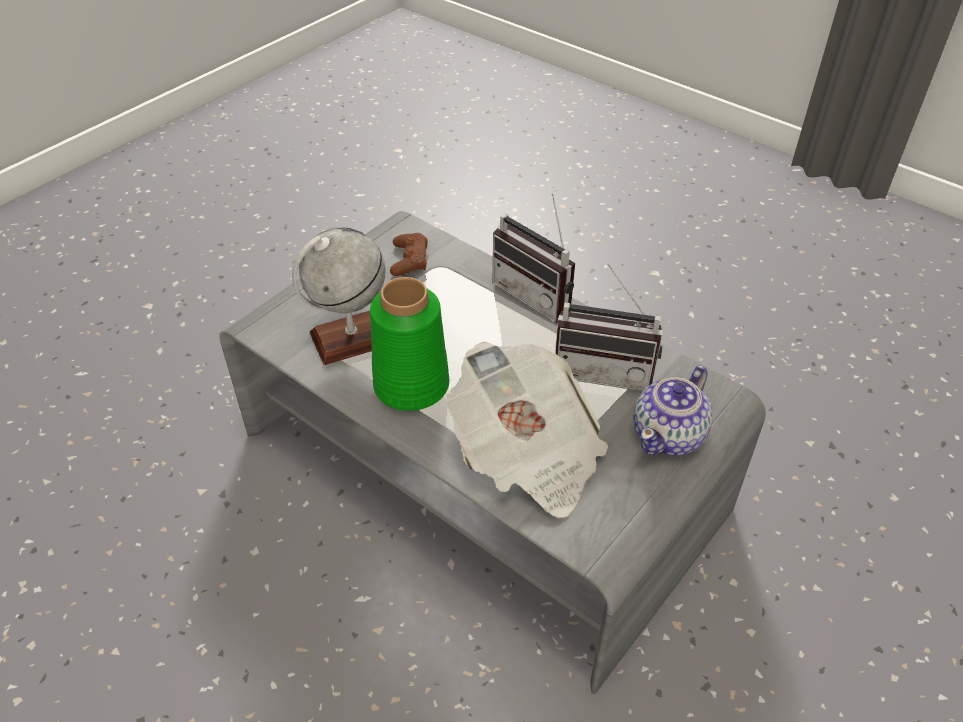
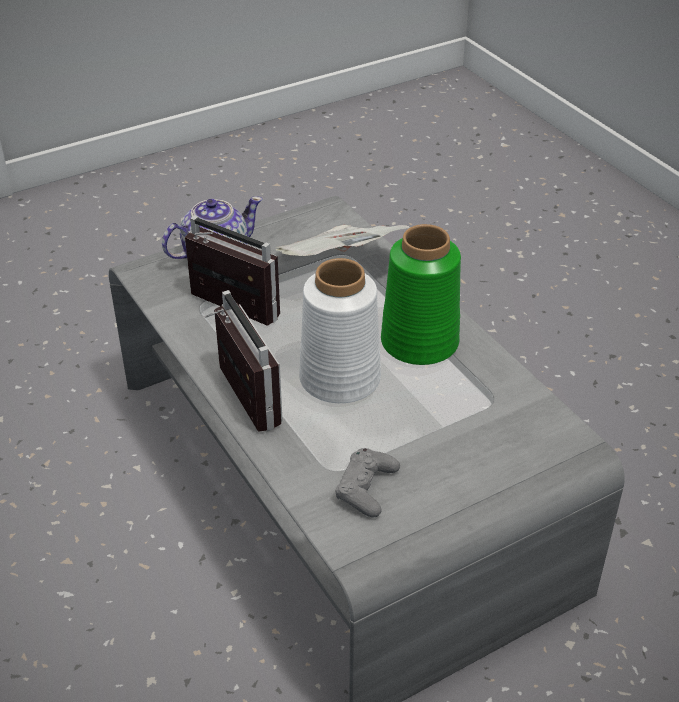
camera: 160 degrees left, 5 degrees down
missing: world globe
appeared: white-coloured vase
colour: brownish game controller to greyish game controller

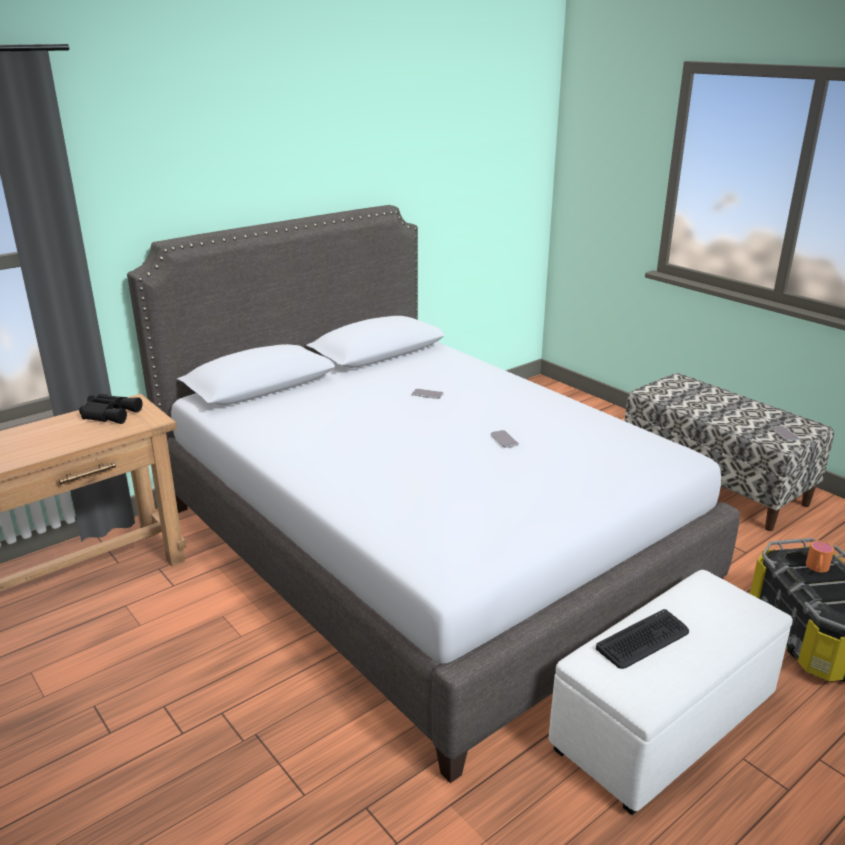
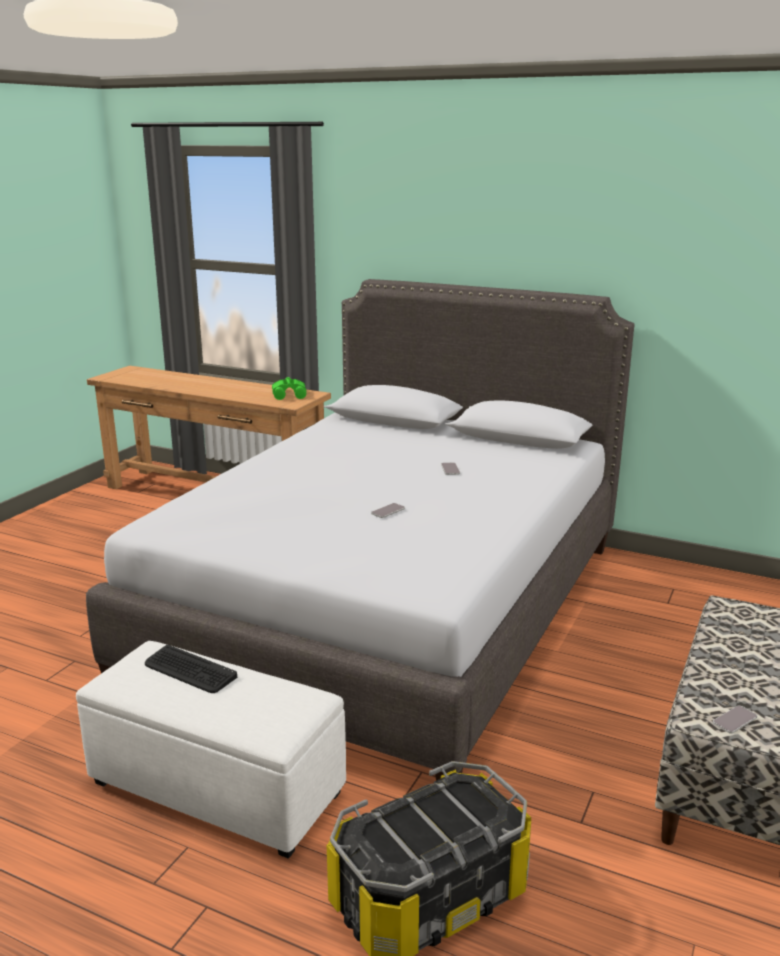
camera: 65 degrees right, 5 degrees down
missing: orange mug
colour: black field glasses to greenish field glasses

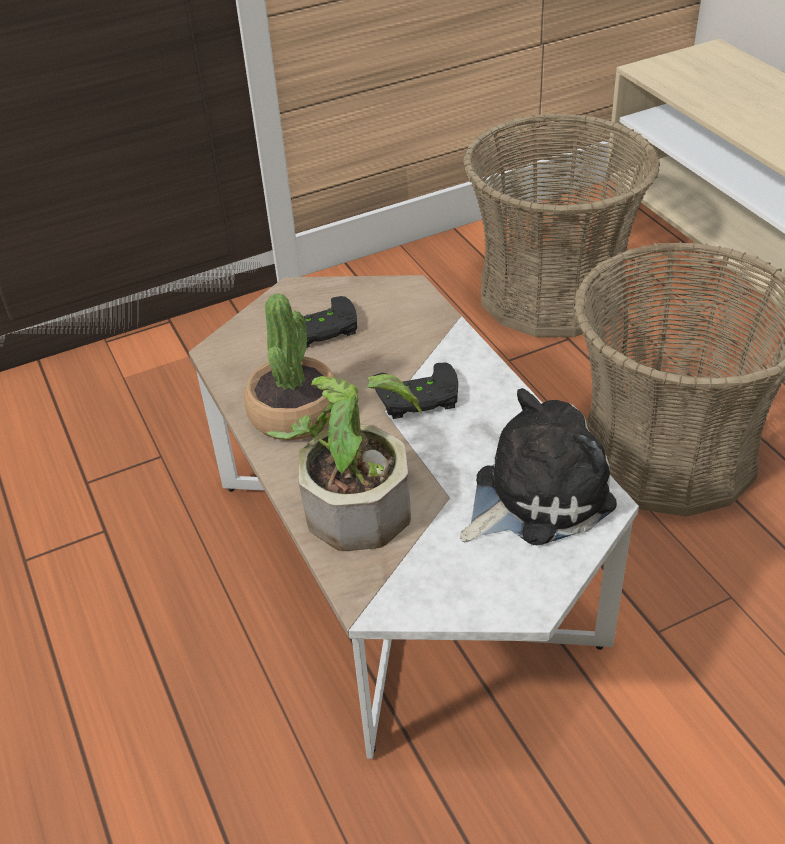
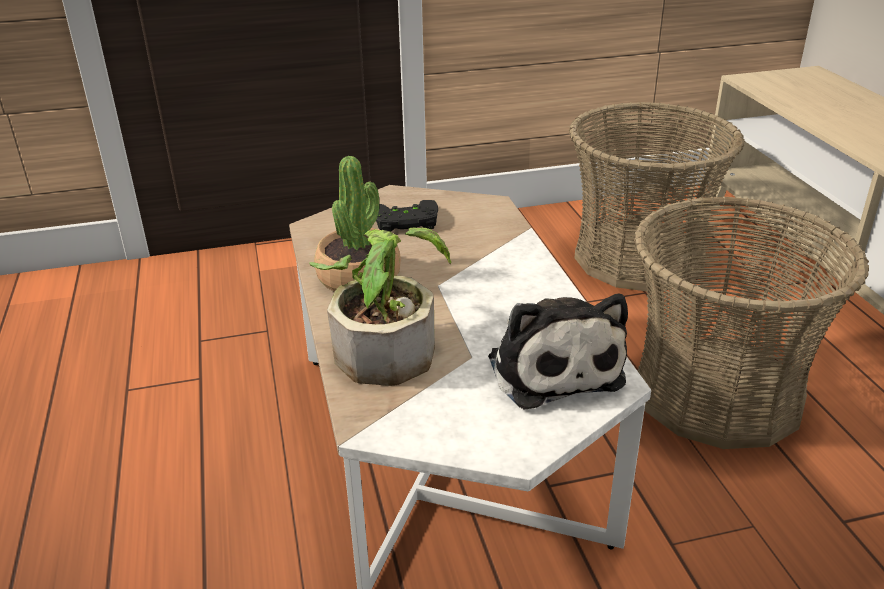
camera: 10 degrees right, 10 degrees down
missing: black game controller (no. 2 from left)
spun: cuddly toy 90 degrees clockwise

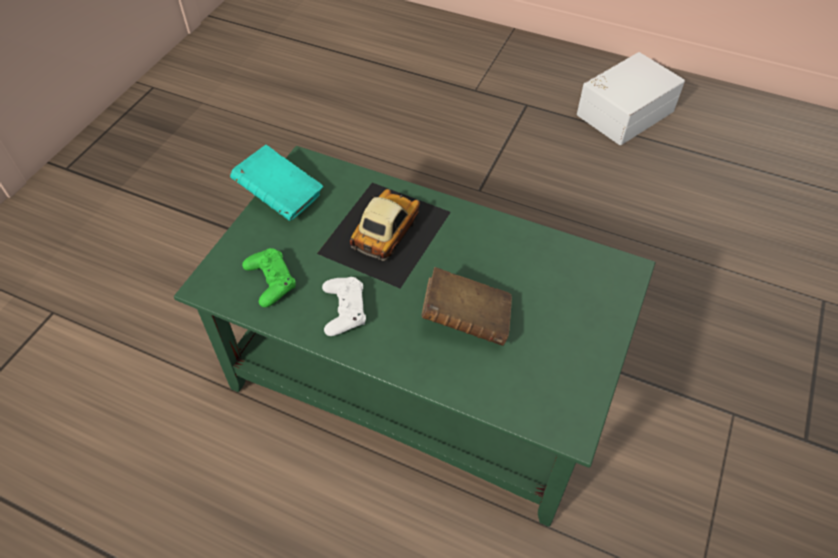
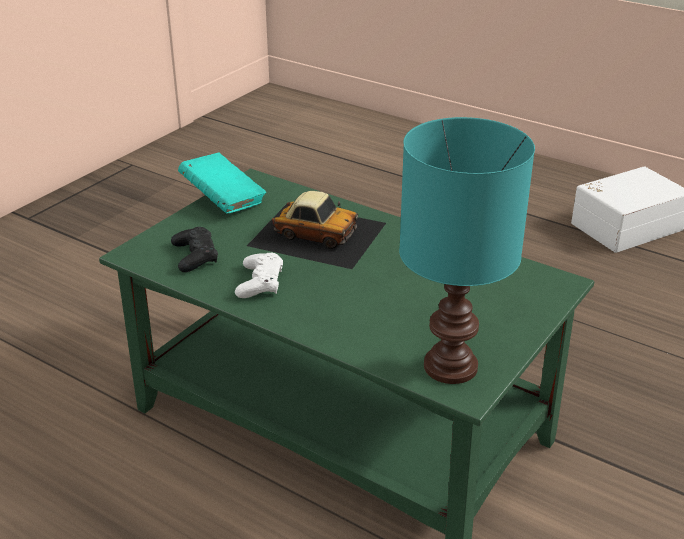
camera: 10 degrees right, 20 degrees down
missing: brownish book
appeared: turquoise lamp for a table
colour: greenish game controller to black game controller
spun: toy car 75 degrees clockwise

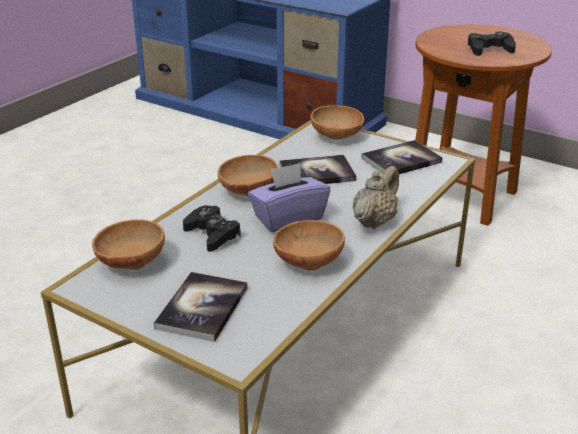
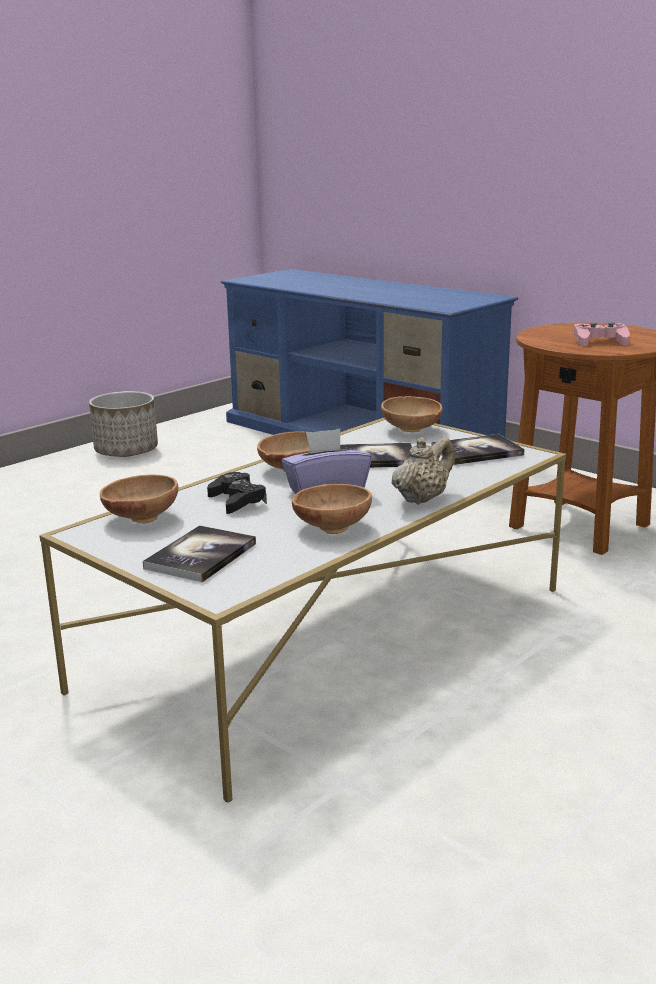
camera: 10 degrees right, 10 degrees down
appeared: flower pot
colour: black game controller (no. 2 from left) to pink-coloured game controller

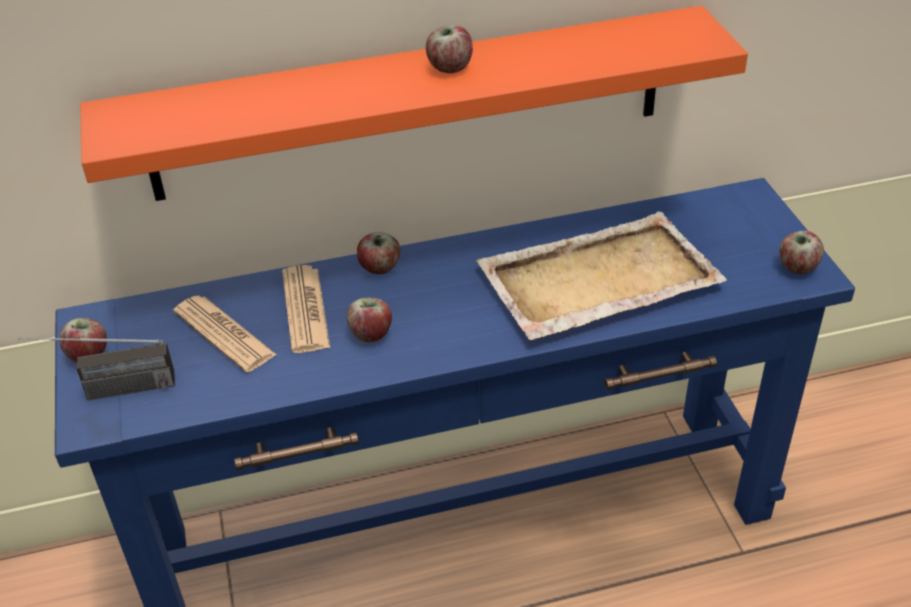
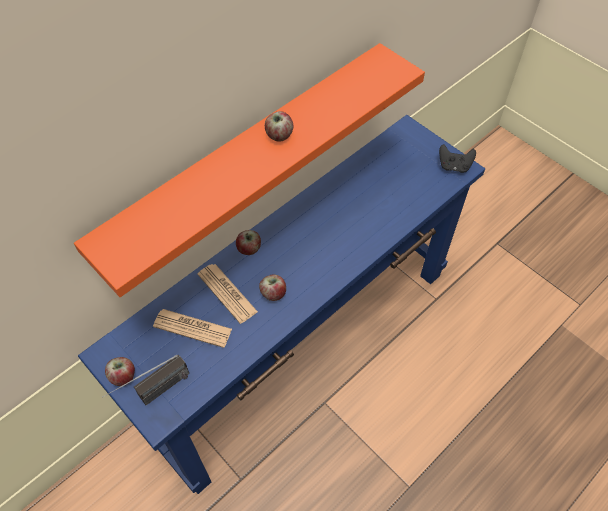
camera: 30 degrees left, 15 degrees up
missing: beige-coloured serving tray
exchanged: whole apple (no. 5 from left) to black game controller

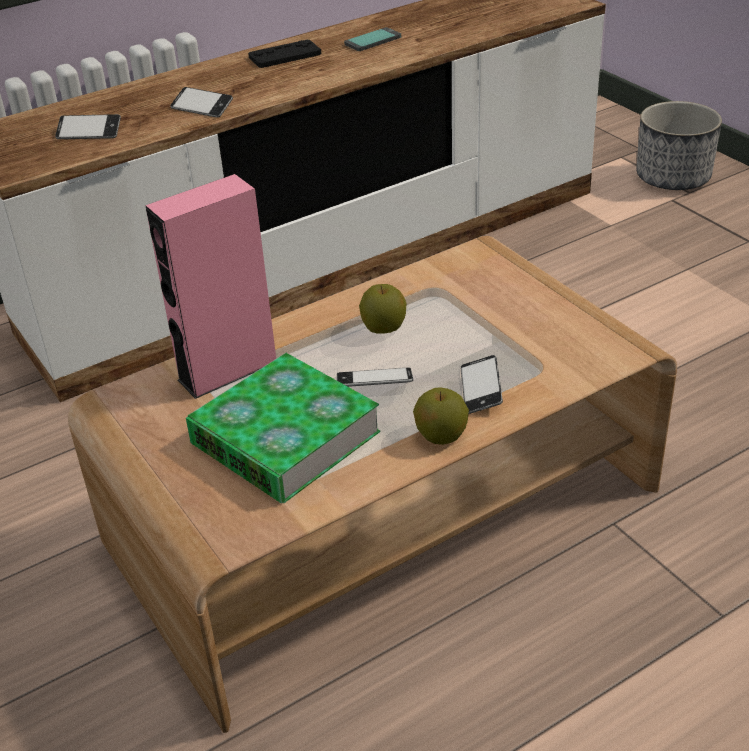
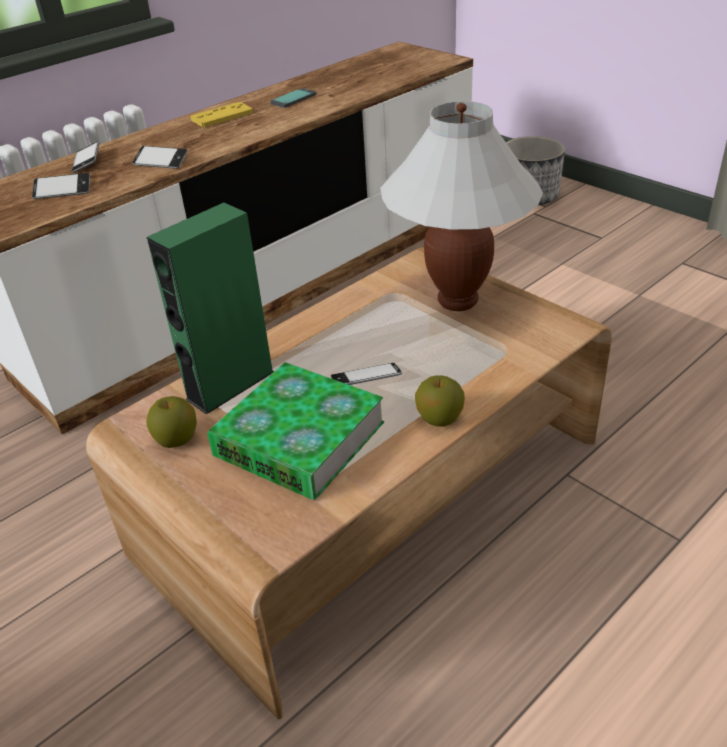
camera: 10 degrees left, 0 degrees up
appeared: white-coloured lamp for a table
relocated: whole apple (no. 1 from left); telephone (no. 5 from left in the first image) to telephone (no. 2 from left)
colour: pink-coloured audio speaker to greenish audio speaker; black game controller to yellow game controller

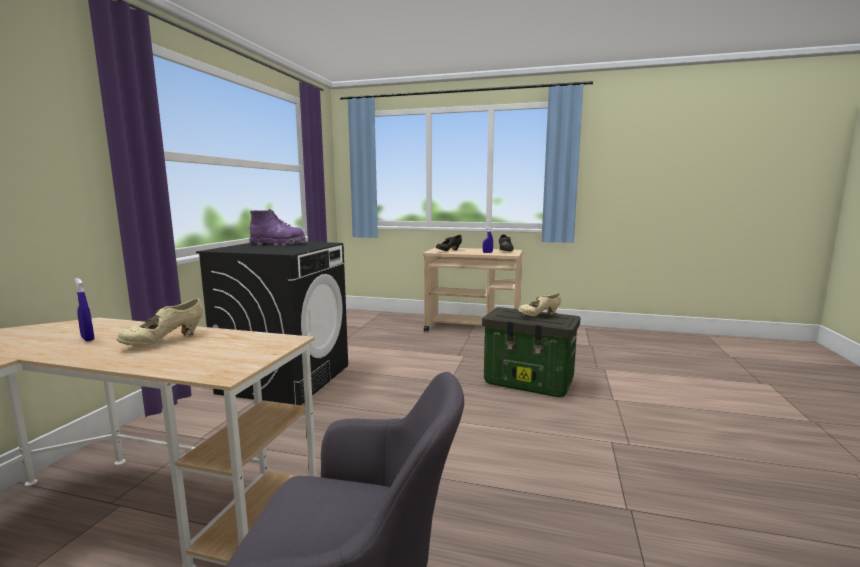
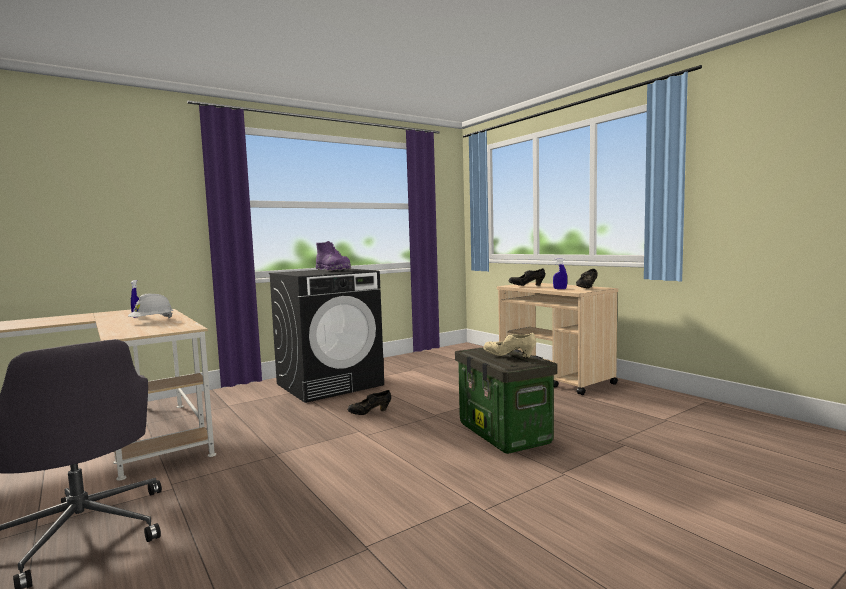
camera: 40 degrees right, 5 degrees down
appeared: black low shoe (no. 1 from left)
exchanged: beige-coloured low shoe (no. 1 from left) to white-coloured hard hat

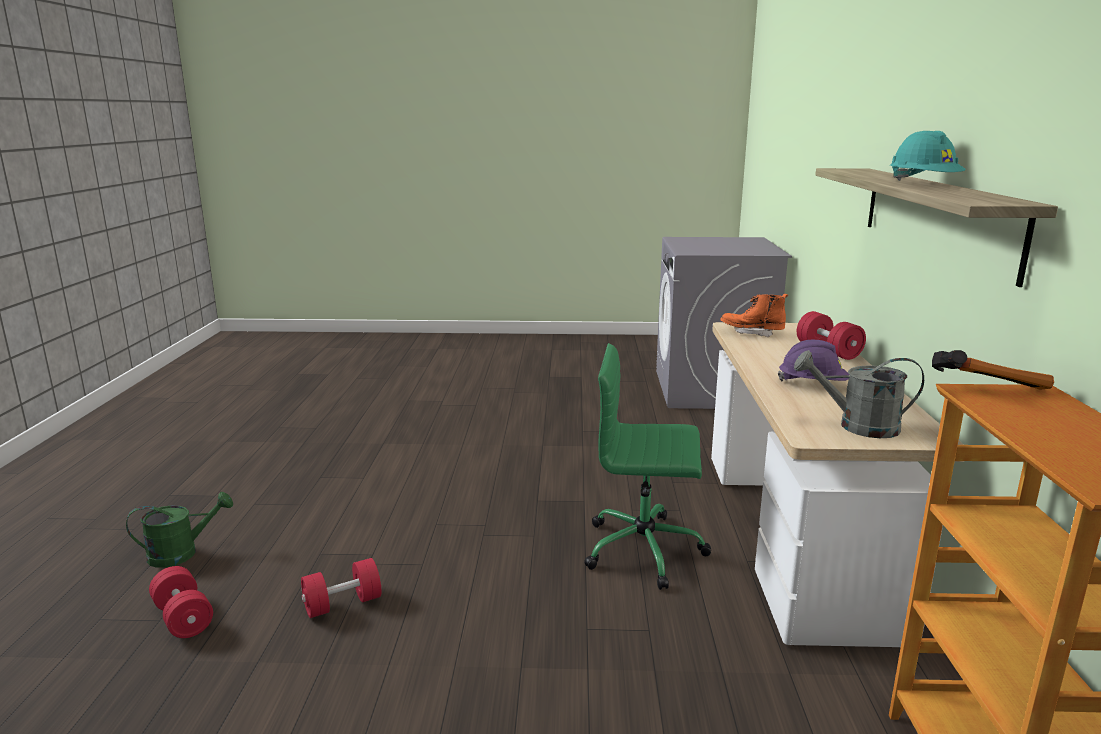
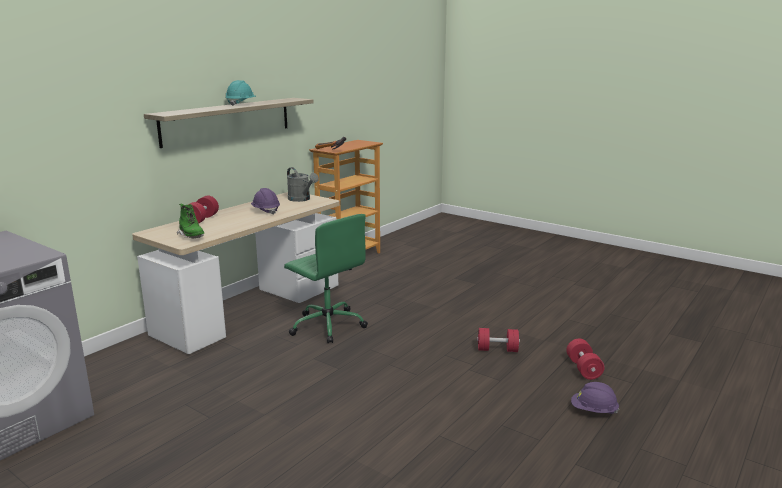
camera: 145 degrees left, 0 degrees up
exchanged: greenish watering pot to purple-coloured hard hat (no. 2 from left)
colour: orange high-top boot to greenish high-top boot

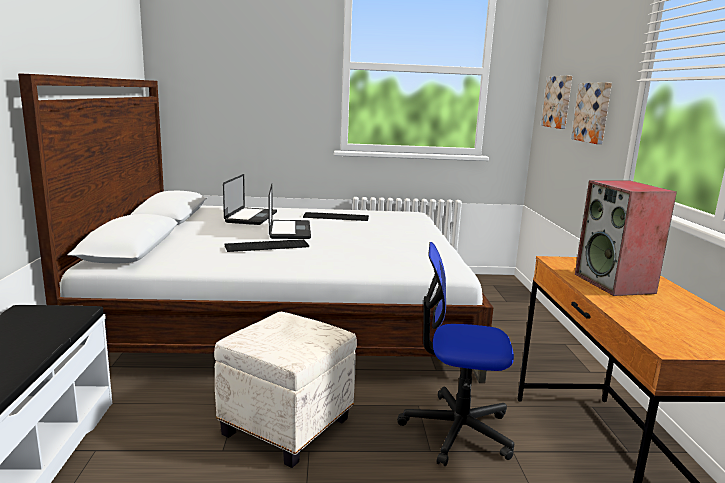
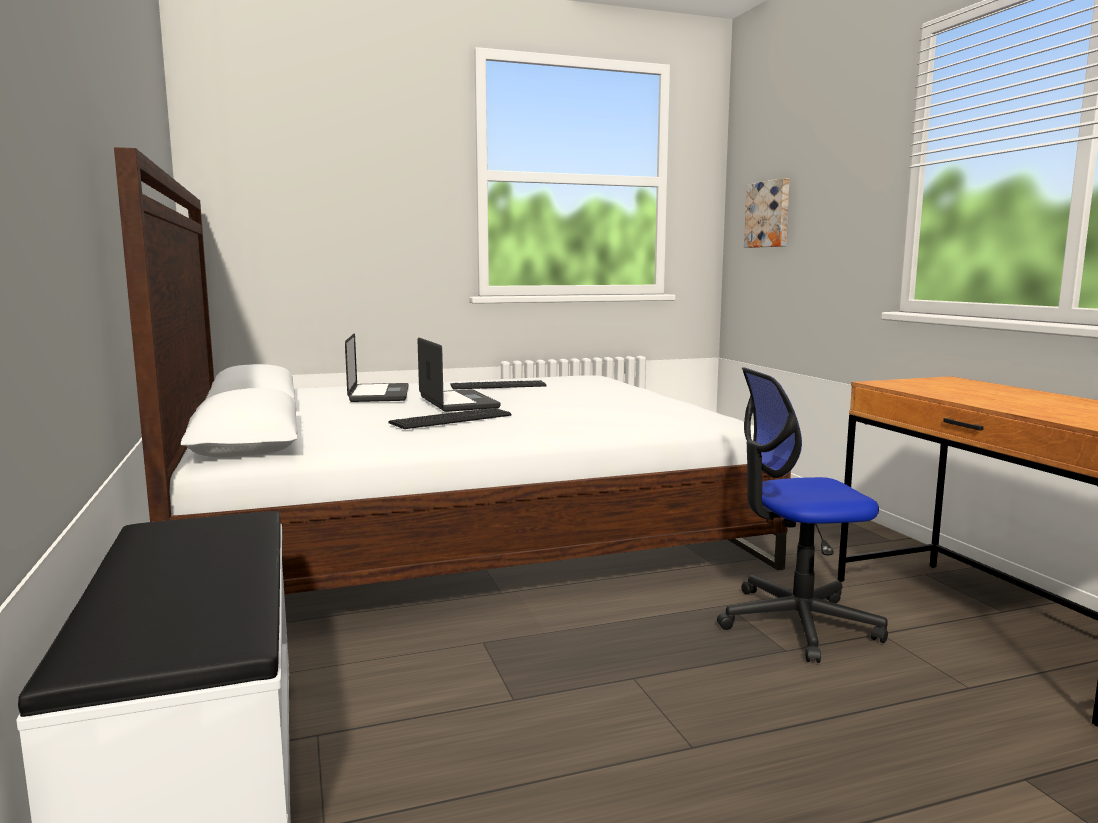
camera: 15 degrees left, 5 degrees down
missing: white-coloured pouffe; picture (no. 2 from left); audio speaker

